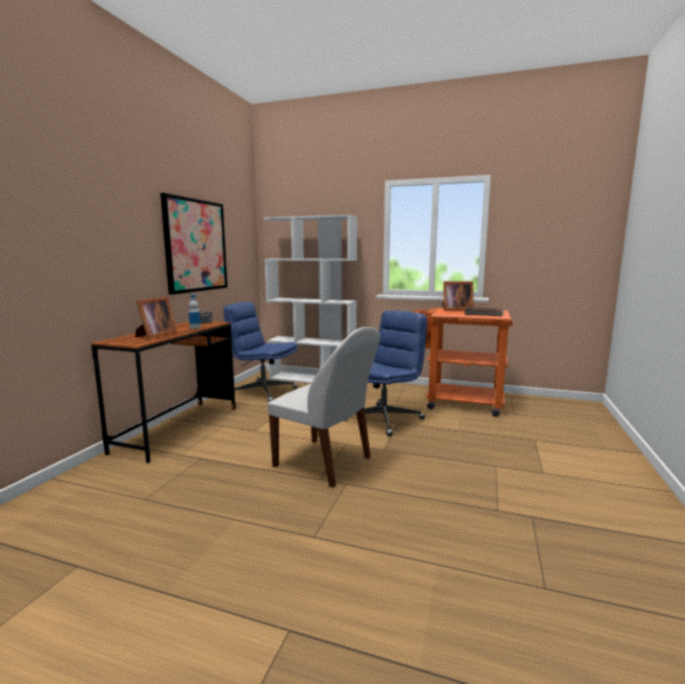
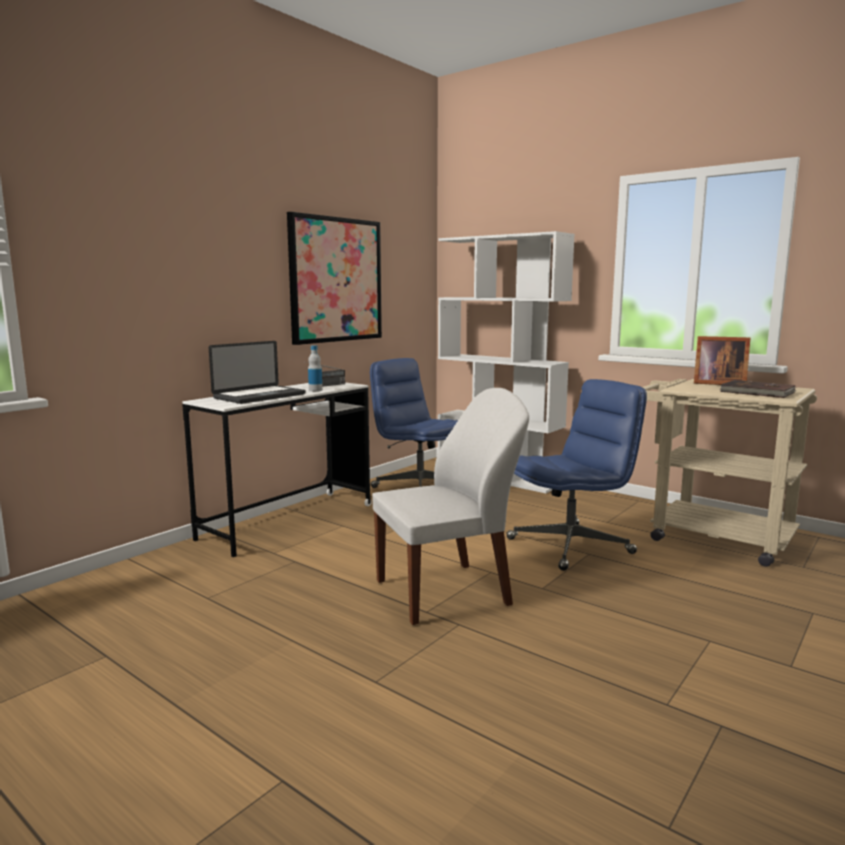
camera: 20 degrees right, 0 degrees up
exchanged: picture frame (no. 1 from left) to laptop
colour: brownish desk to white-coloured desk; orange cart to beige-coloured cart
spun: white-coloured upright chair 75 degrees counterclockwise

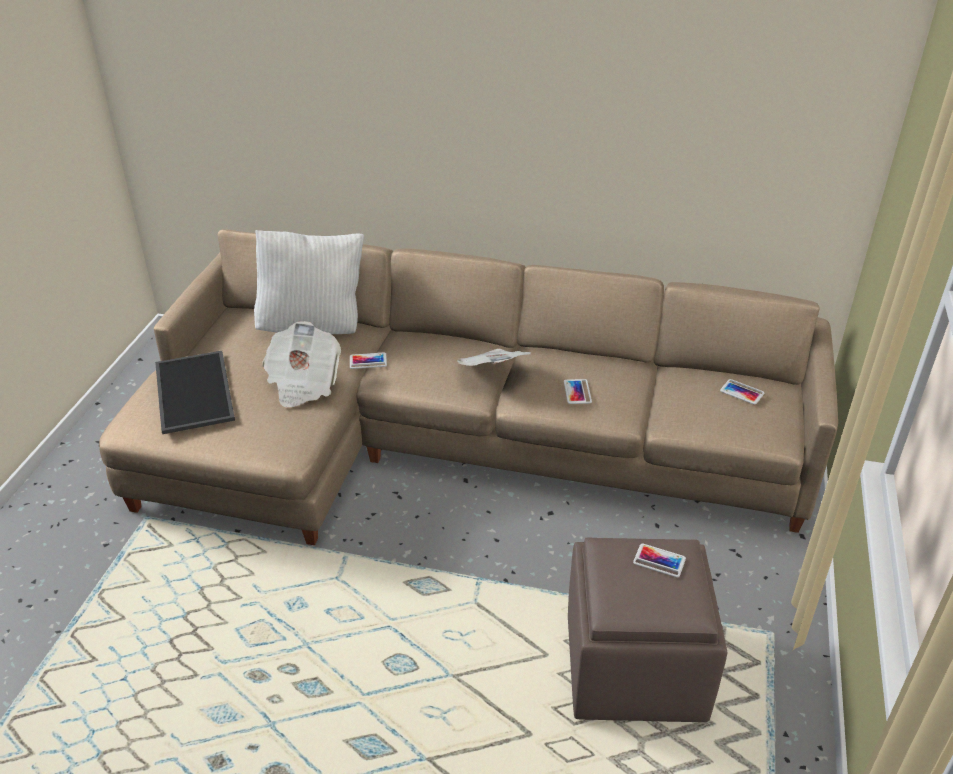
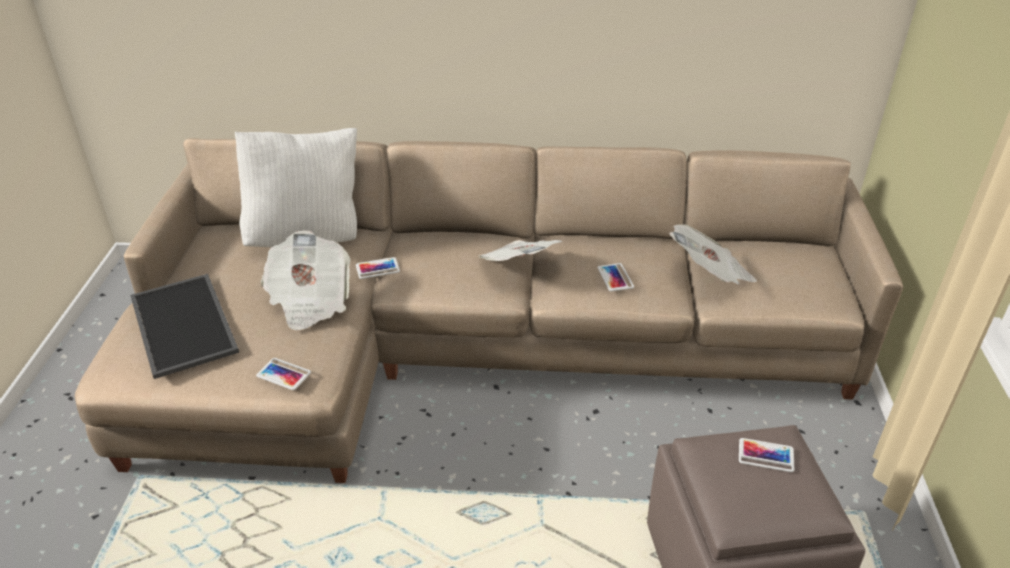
camera: 10 degrees left, 0 degrees up
appeared: daily paper (no. 3 from left)
relocated: telephone (no. 4 from left in the first image) to telephone (no. 1 from left)

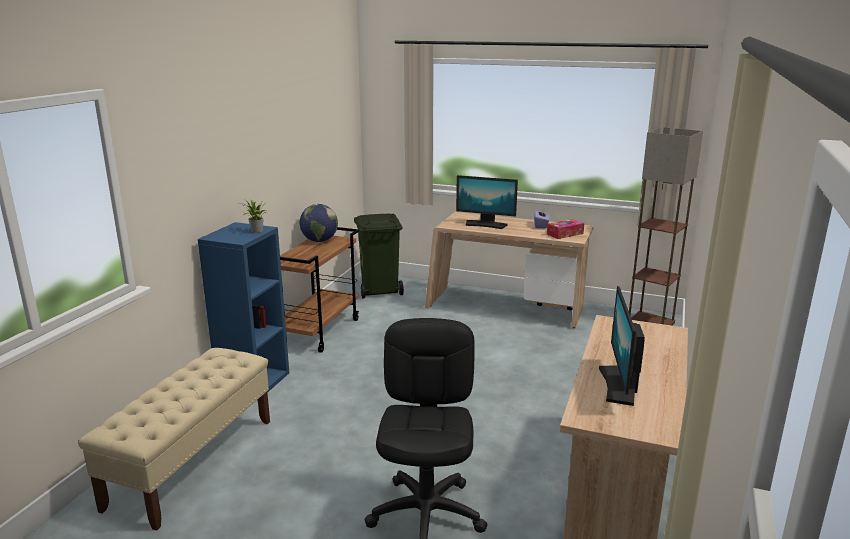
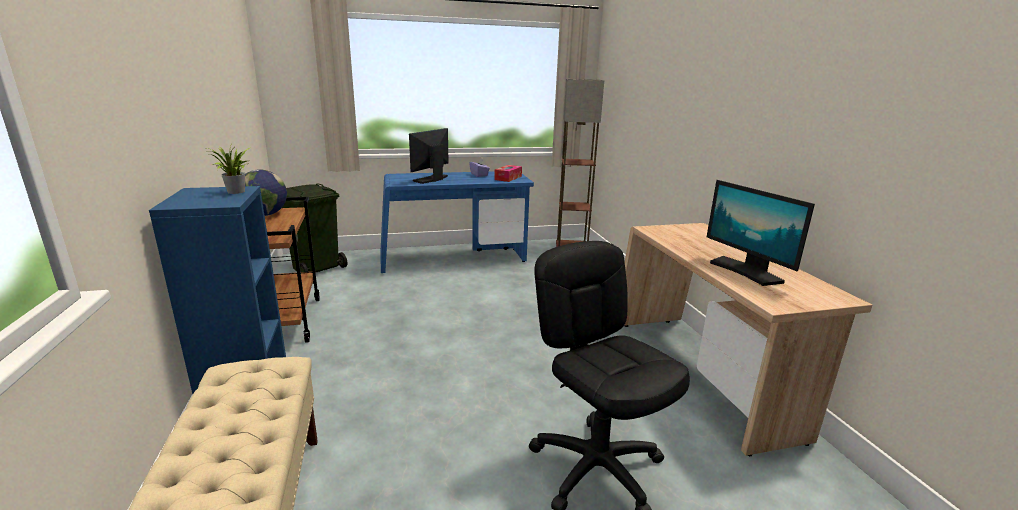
camera: 35 degrees left, 0 degrees up
colour: beige-coloured desk (no. 1 from left) to bluish desk
spun: monitor (no. 1 from left) 135 degrees clockwise

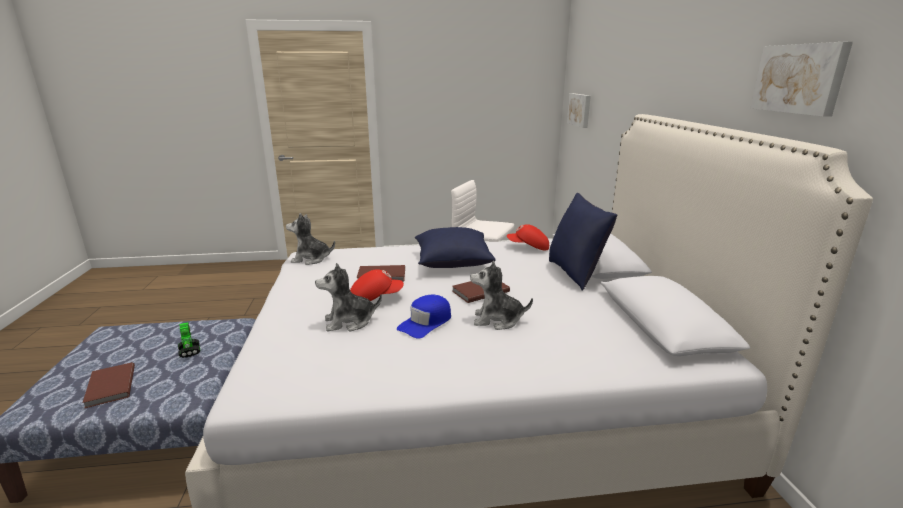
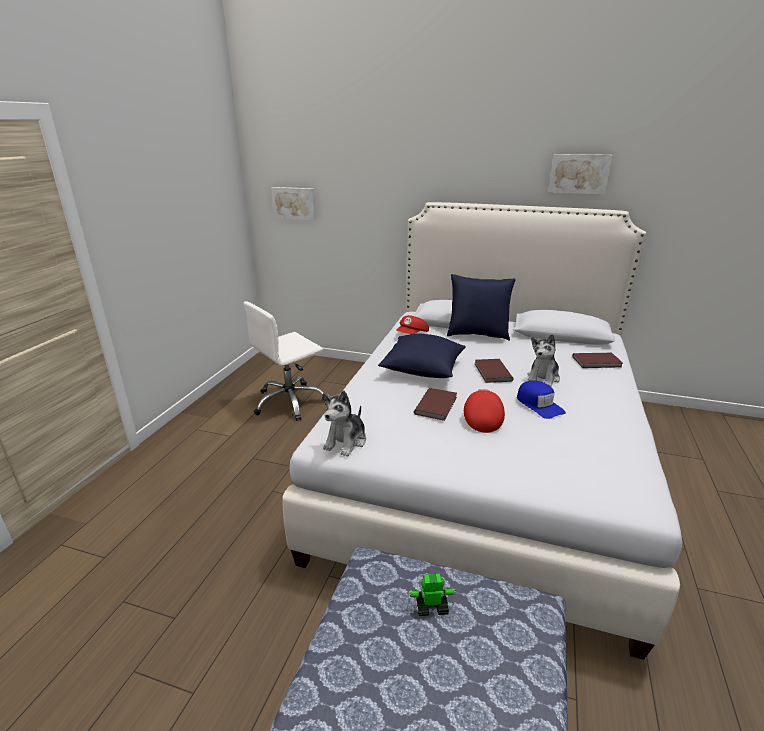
camera: 65 degrees left, 5 degrees up
missing: cuddly toy (no. 2 from left)
relocated: brownish book (no. 1 from left in the first image) to brownish book (no. 3 from left)

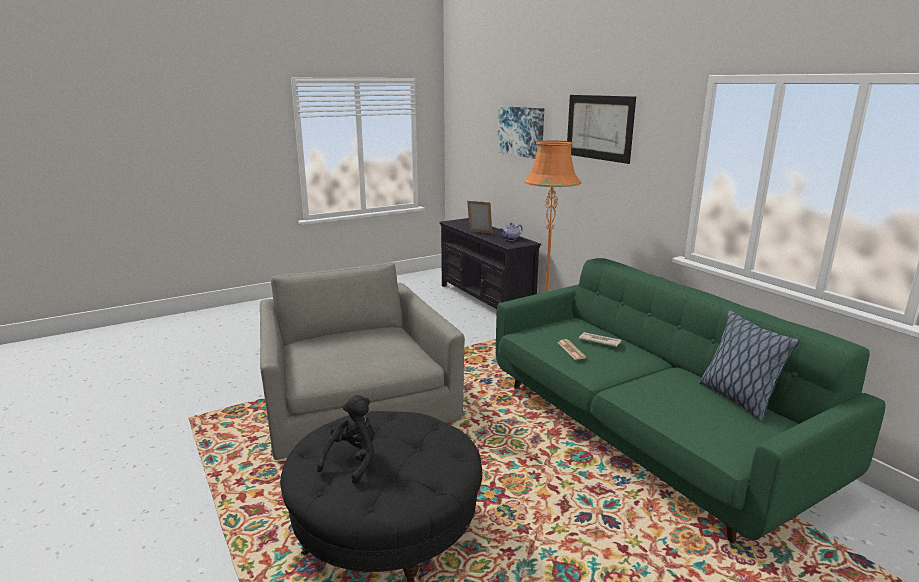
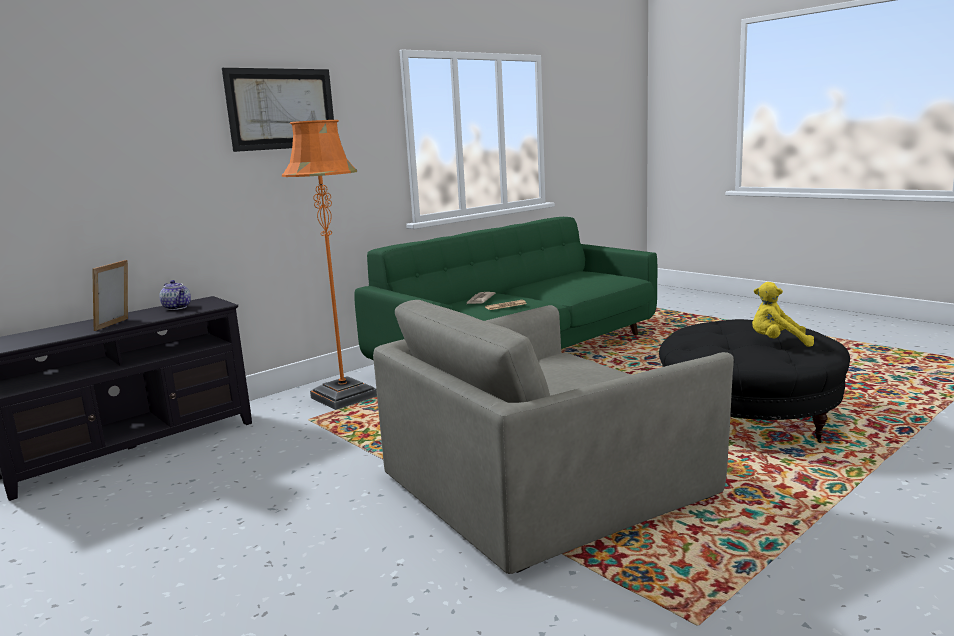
camera: 100 degrees left, 5 degrees down
missing: picture (no. 1 from left); pillow
colour: black cuddly toy to yellow cuddly toy

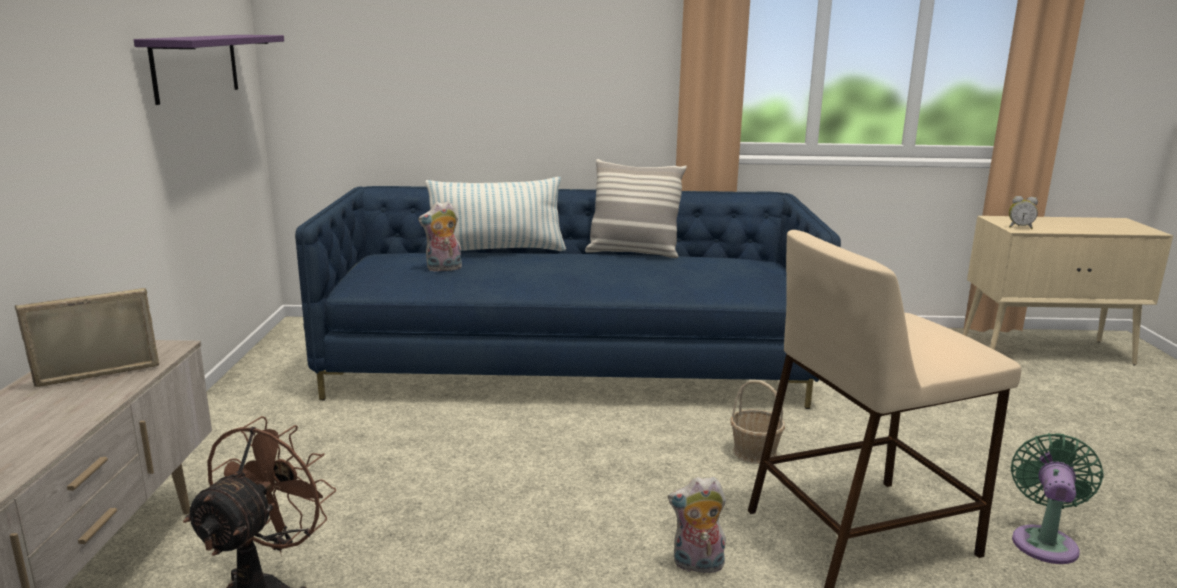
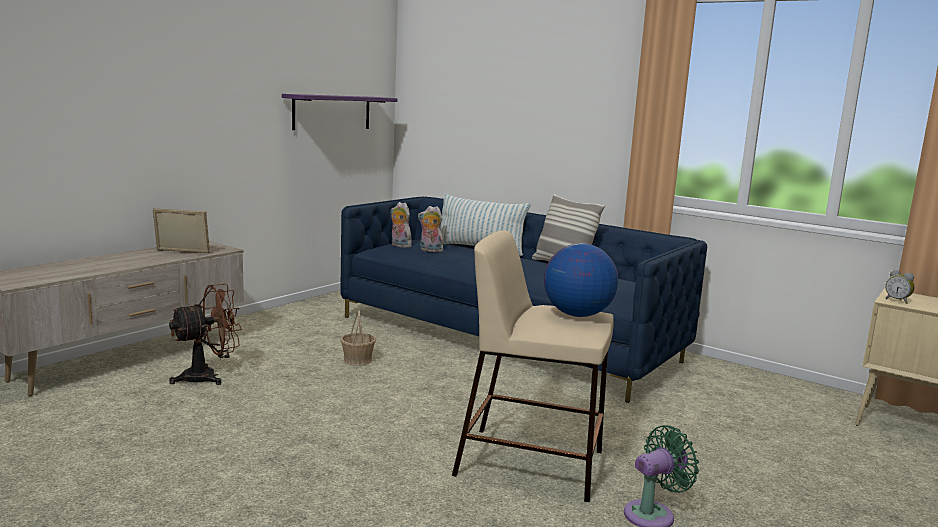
camera: 35 degrees right, 5 degrees down
appeared: world globe
relocated: cuddly toy (no. 2 from left in the first image) to cuddly toy (no. 1 from left); basket

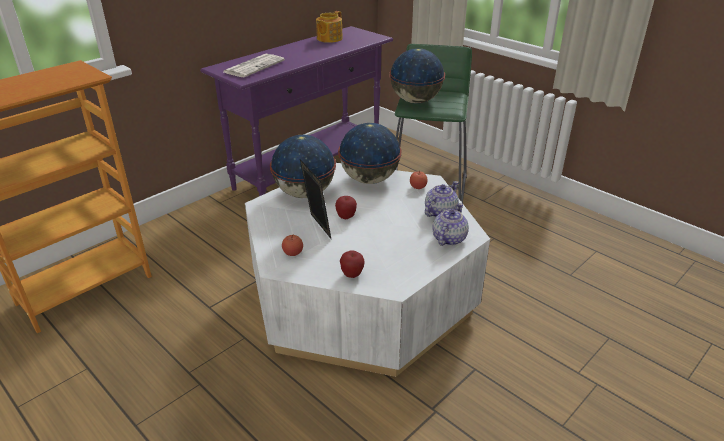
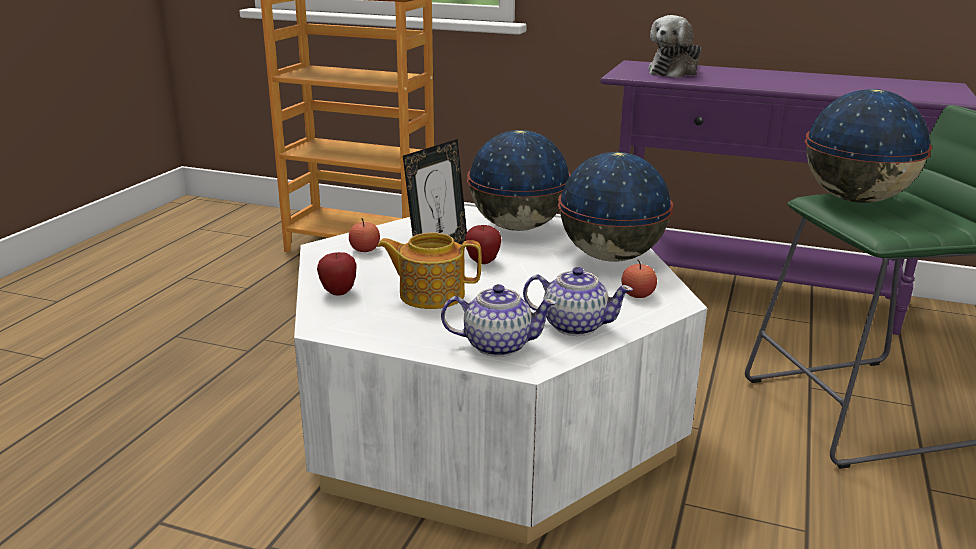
camera: 65 degrees right, 10 degrees down
relocated: teapot (no. 1 from left)
exchanged: daily paper to cuddly toy

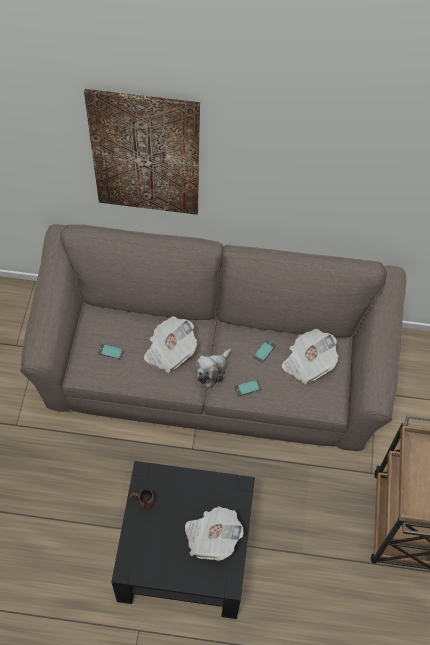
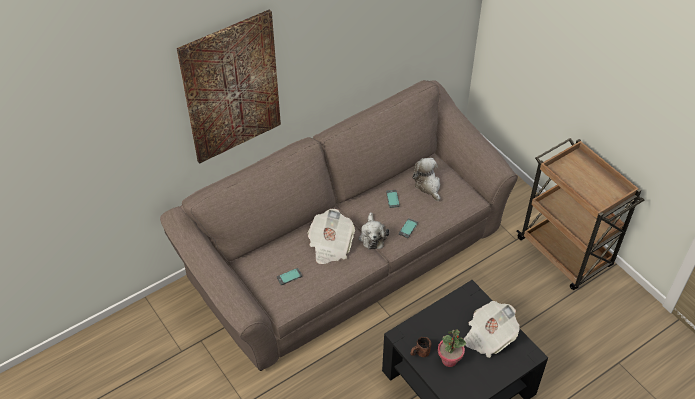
camera: 40 degrees left, 10 degrees down
appeared: houseplant
exchanged: daily paper (no. 3 from left) to cuddly toy (no. 2 from left)

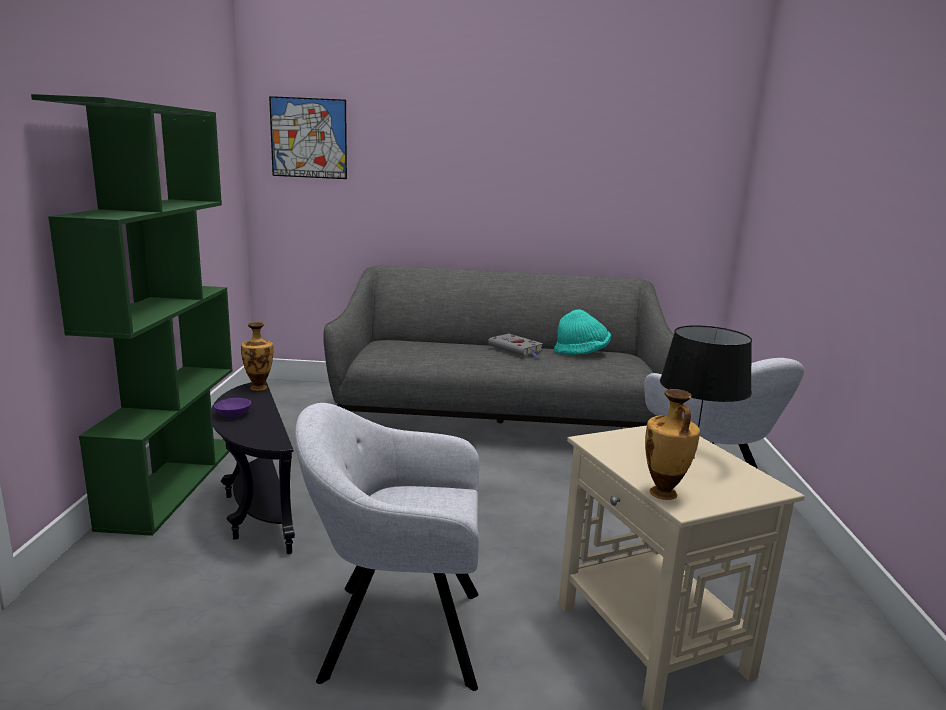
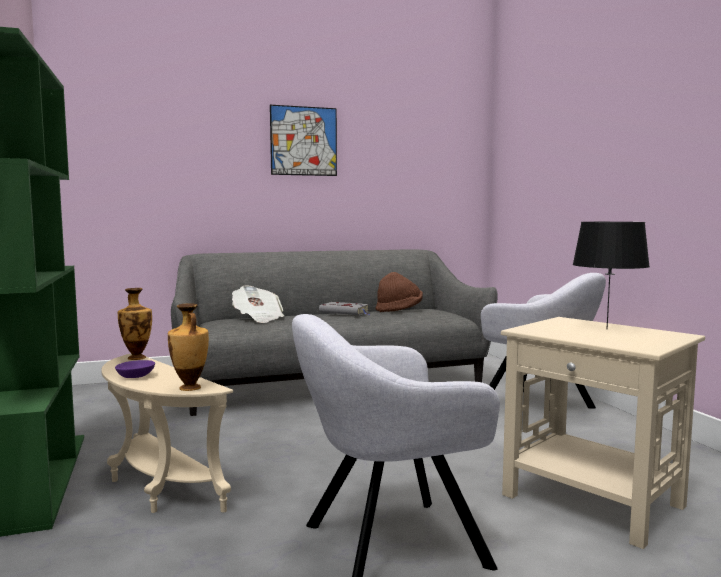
camera: 20 degrees left, 10 degrees down
appeared: daily paper
relocated: picture; vase (no. 2 from left)
colour: black accent table to beige-coloured accent table (no. 1 from left); turquoise clothing hat to brownish clothing hat

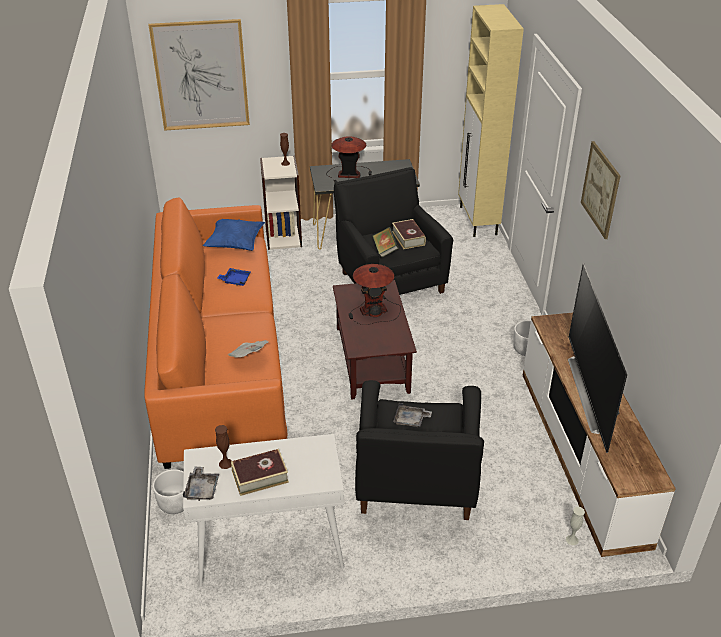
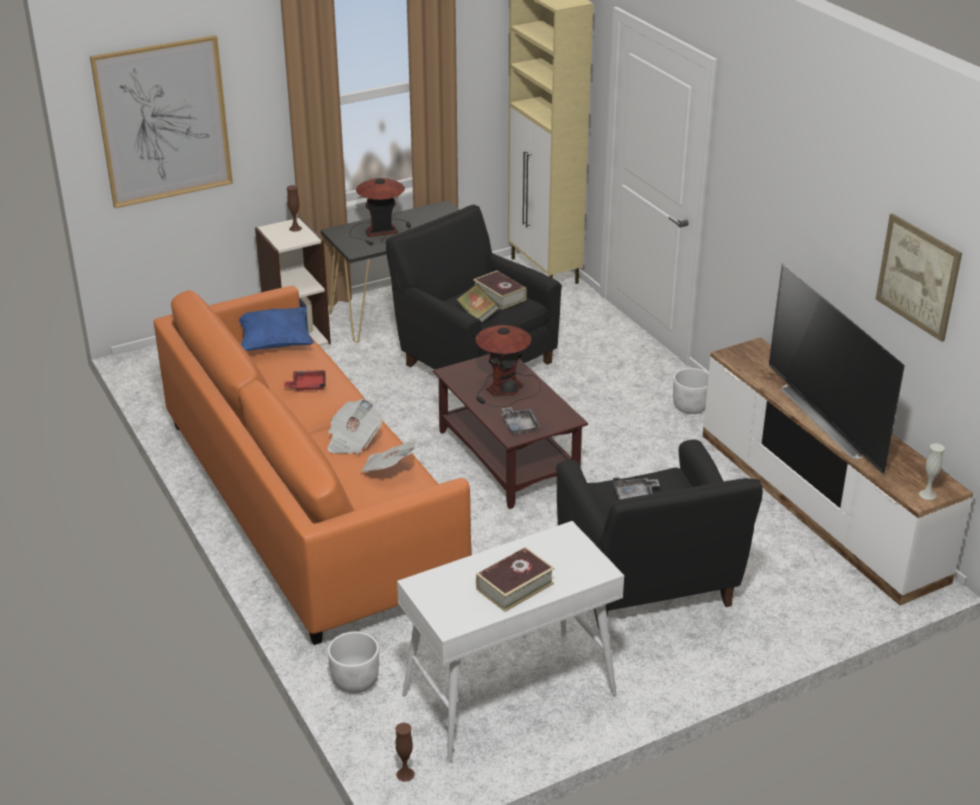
camera: 20 degrees left, 5 degrees down
appeared: daily paper (no. 1 from left)
relocated: greyish serving tray (no. 1 from left); brownish vase (no. 1 from left in the first image) to brownish vase (no. 2 from left); white-coloured vase; picture (no. 2 from left)
colour: bluish serving tray to red serving tray

